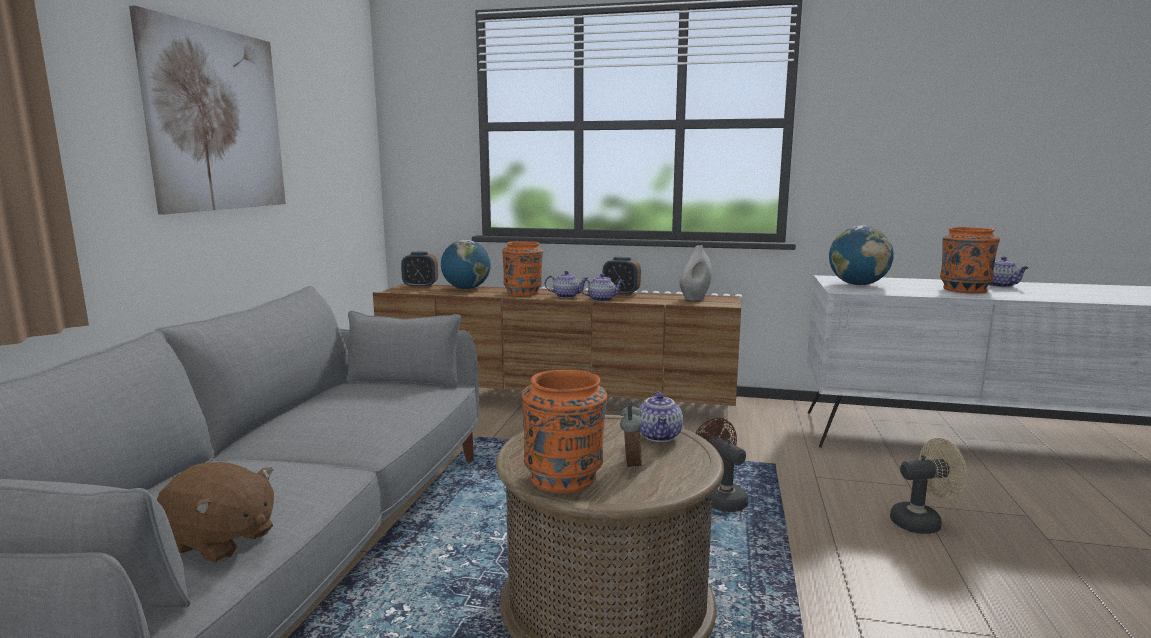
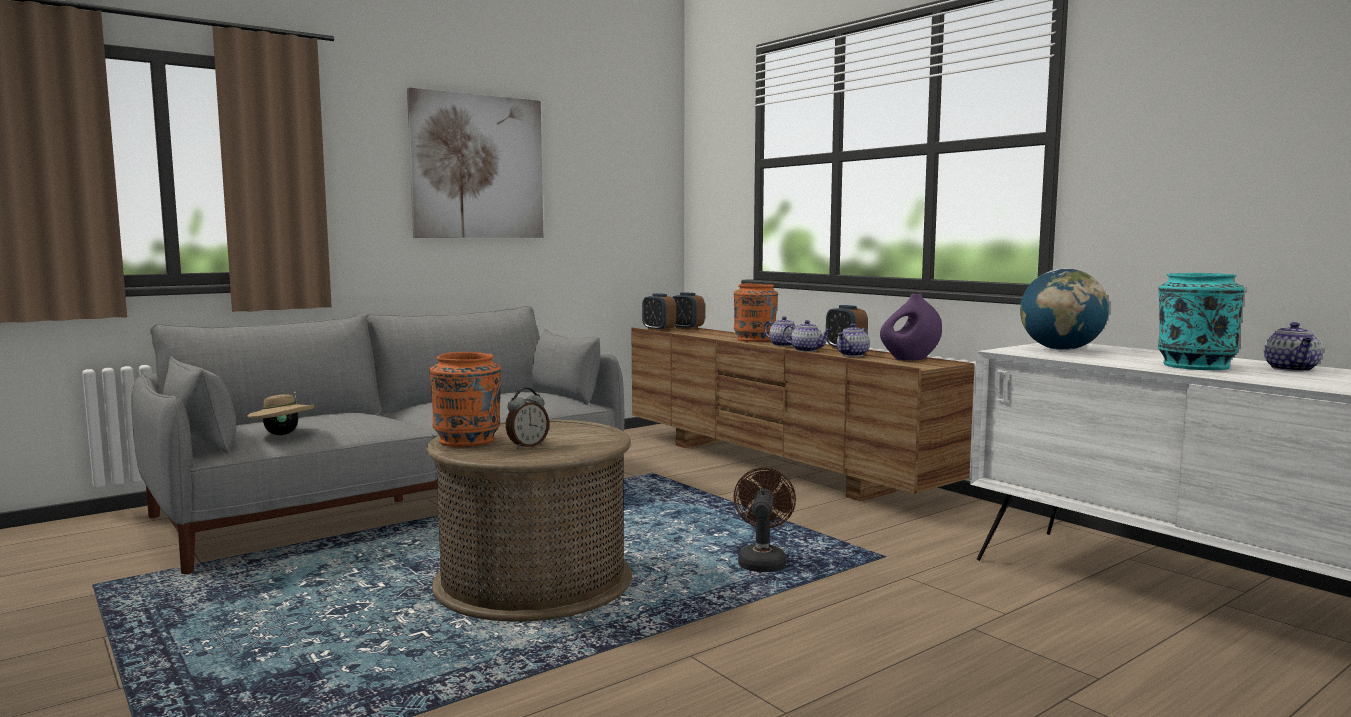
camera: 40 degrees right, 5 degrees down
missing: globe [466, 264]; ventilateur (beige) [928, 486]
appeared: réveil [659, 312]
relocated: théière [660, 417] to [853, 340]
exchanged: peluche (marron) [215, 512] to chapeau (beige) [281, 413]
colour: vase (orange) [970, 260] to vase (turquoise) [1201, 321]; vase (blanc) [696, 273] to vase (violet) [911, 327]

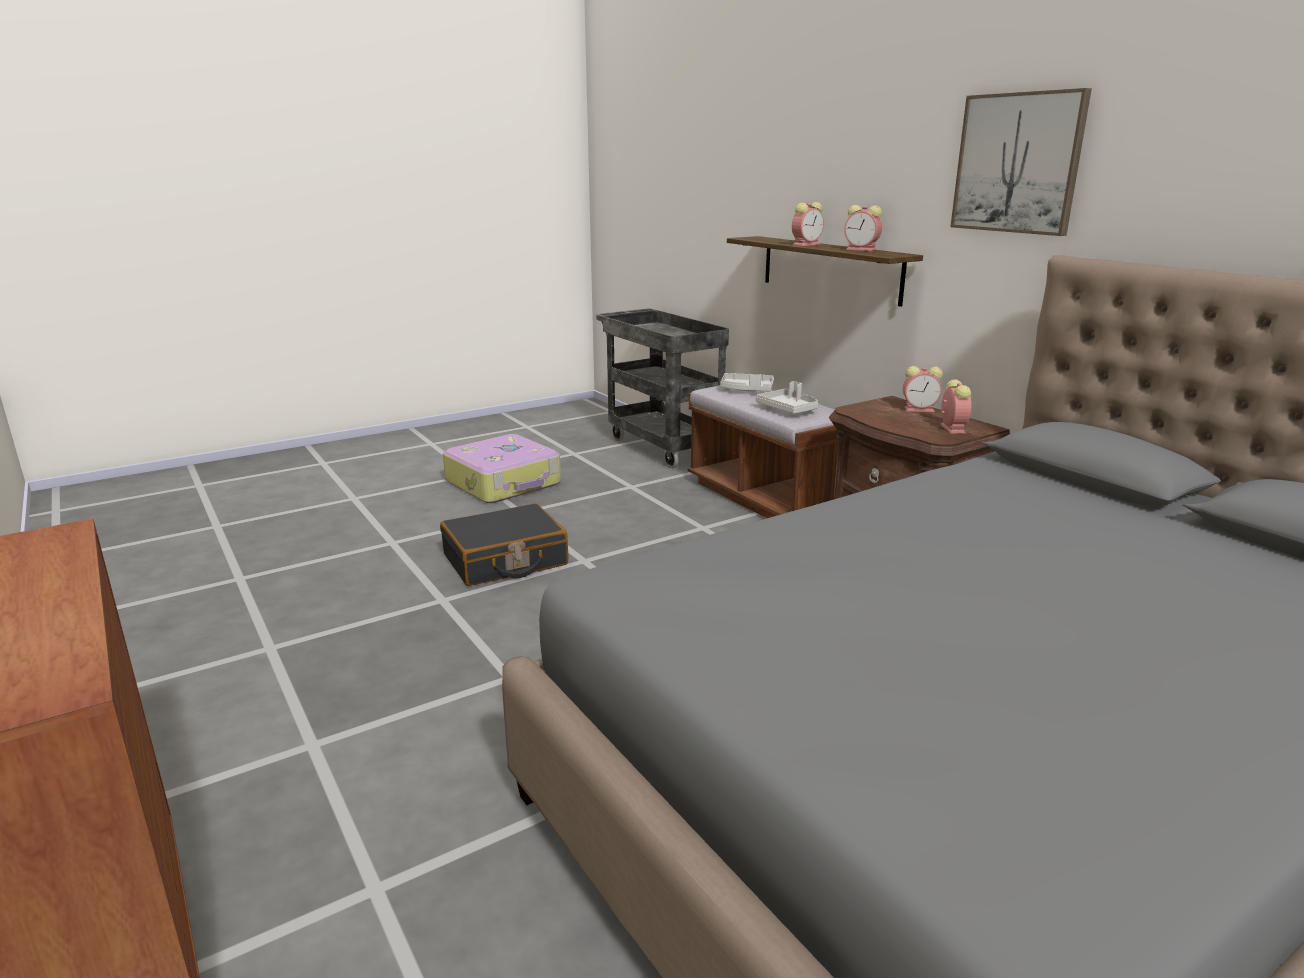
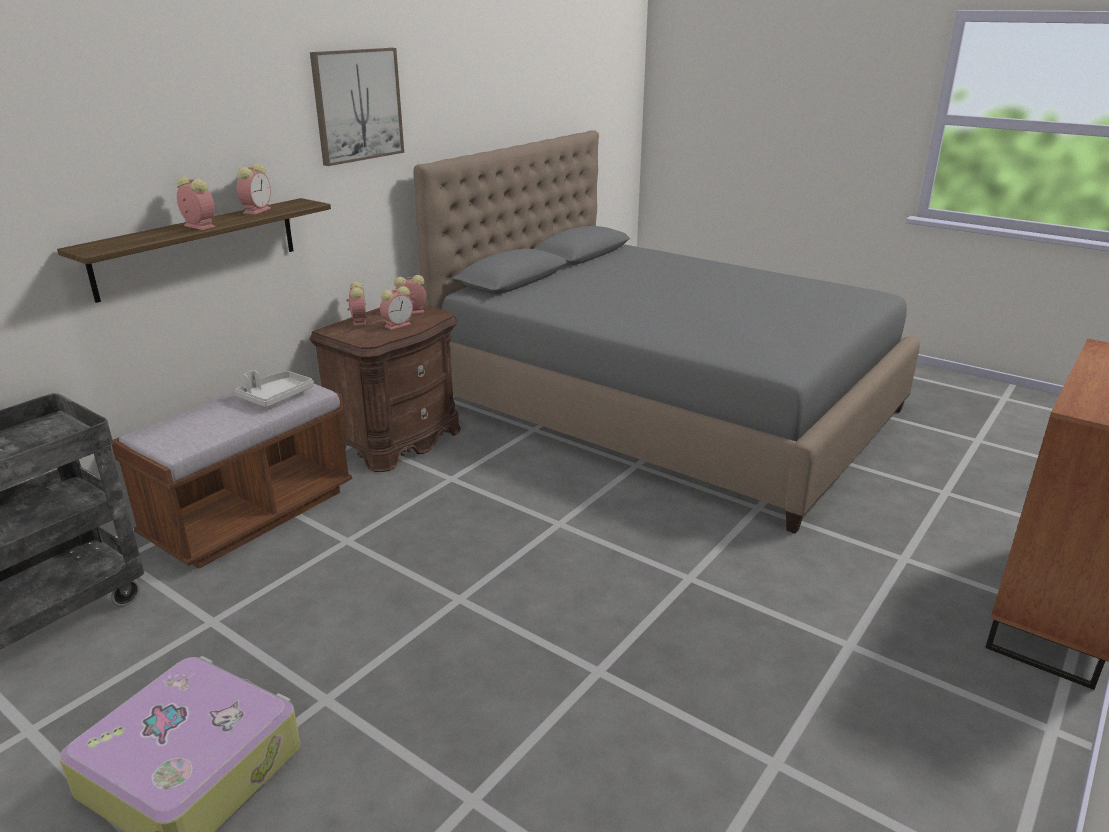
camera: 110 degrees left, 5 degrees up
missing: plateau (gris) [747, 382]; valise (noir) [504, 545]
appeared: réveil [396, 308]

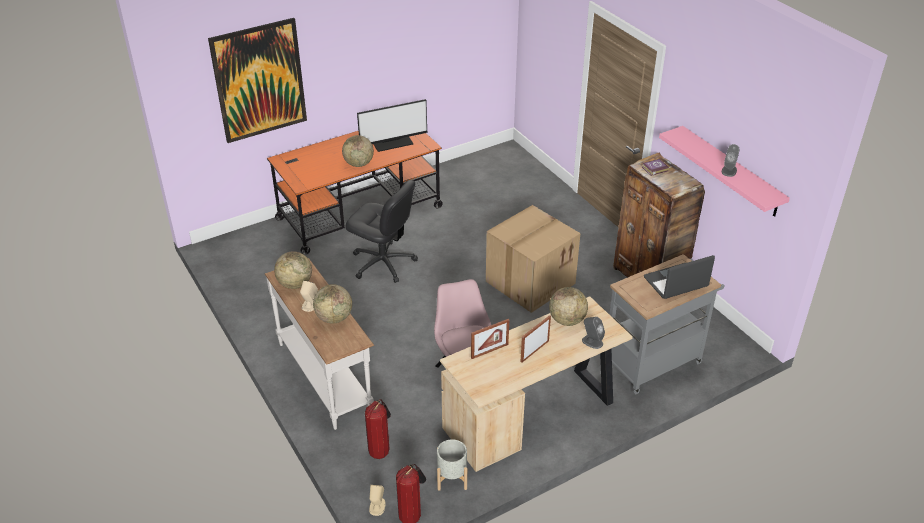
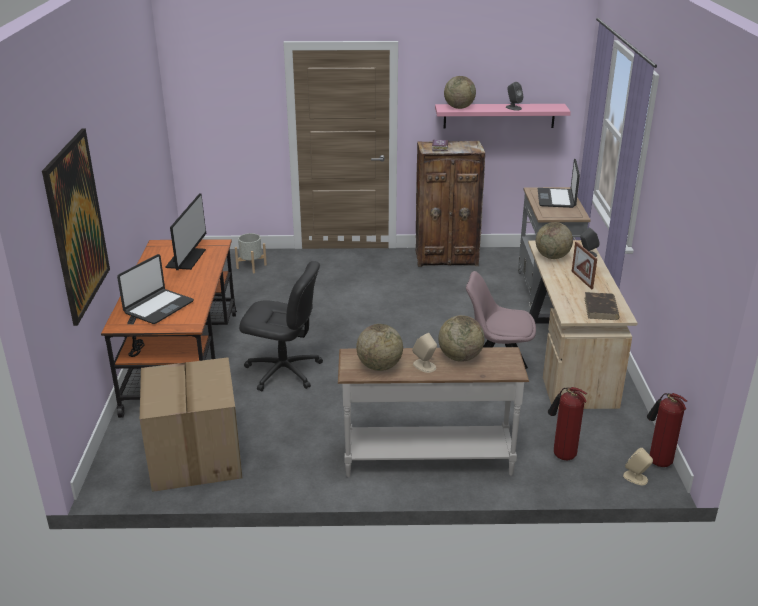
camera: 60 degrees left, 10 degrees down
missing: cadre photo [490, 339]
appeared: ordinateur portable [155, 289]; livre (marron) [602, 306]
relocated: globe [358, 151] to [460, 92]; carton [533, 259] to [191, 424]; cache-pot (gris) [452, 465] to [251, 253]
spun: chaise de bureau (noir) [381, 231] = [281, 326] 45 degrees clockwise

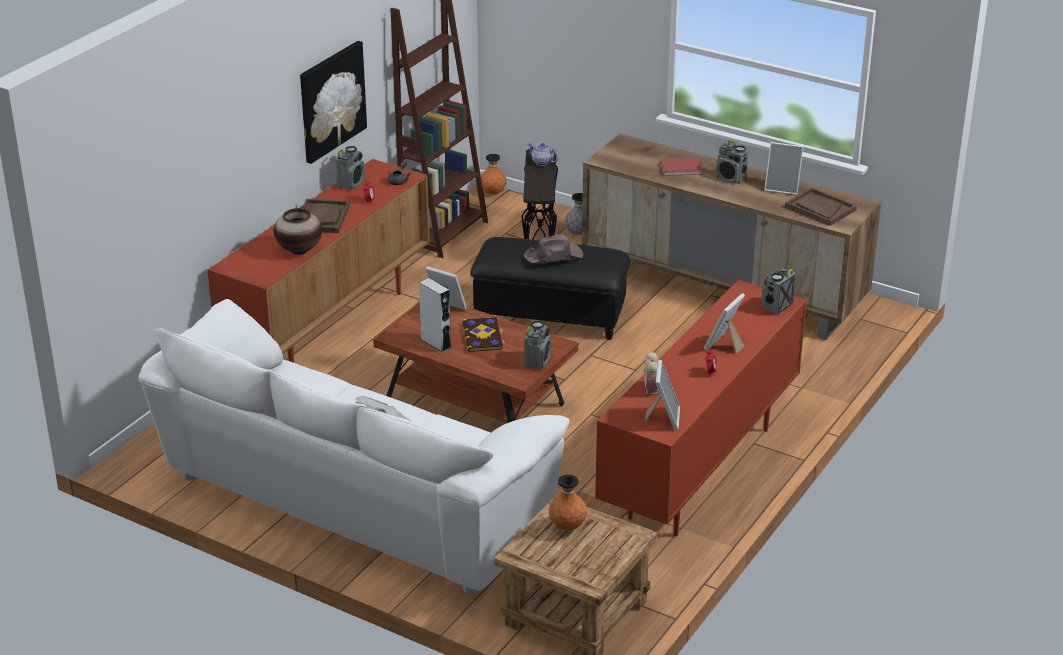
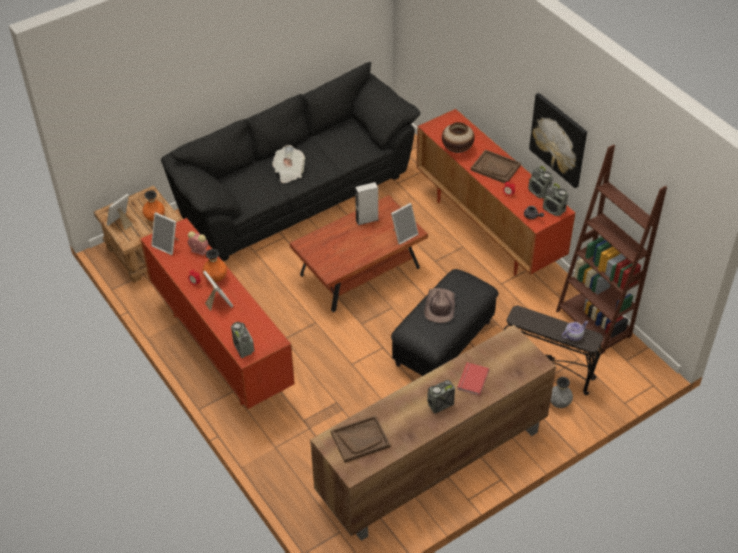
camera: 115 degrees right, 15 degrees up
missing: livre [484, 334]
relocated: cadre photo [784, 168] to [120, 212]; vase (orange) [494, 174] to [214, 265]; radio [537, 345] to [555, 199]
colour: canapé (blanc) [354, 447] to canapé (noir) [290, 161]

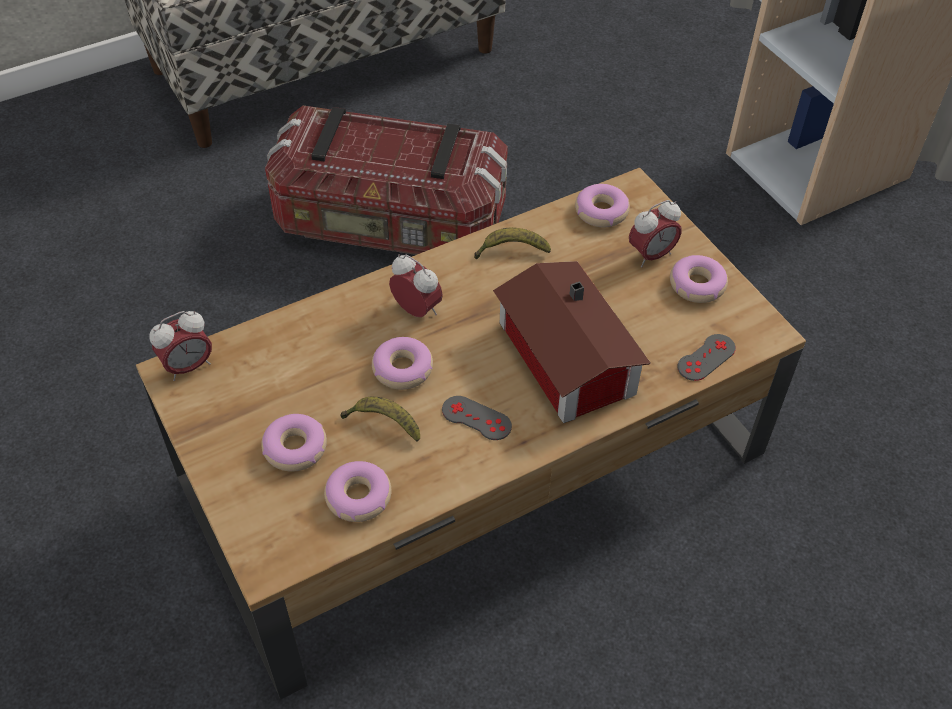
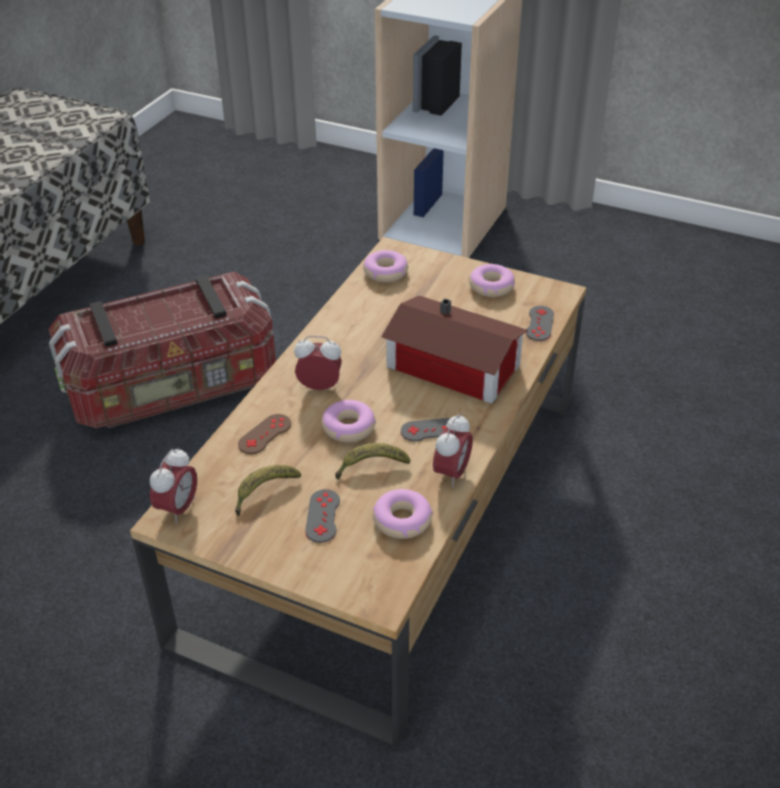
camera: 35 degrees left, 10 degrees down
appeared: manette (marron) [264, 434]
relocated: réveil [655, 233] to [453, 450]; banane [512, 243] to [268, 490]
exchanged: beignet [294, 443] to manette (gris) [322, 516]

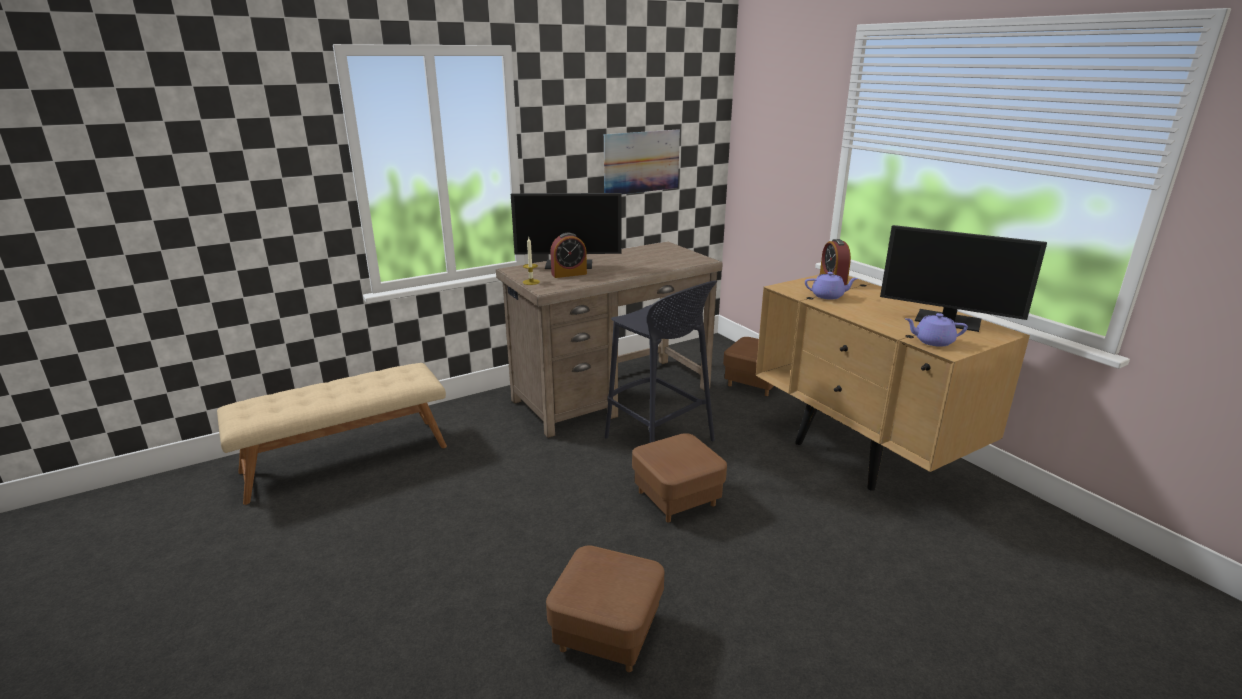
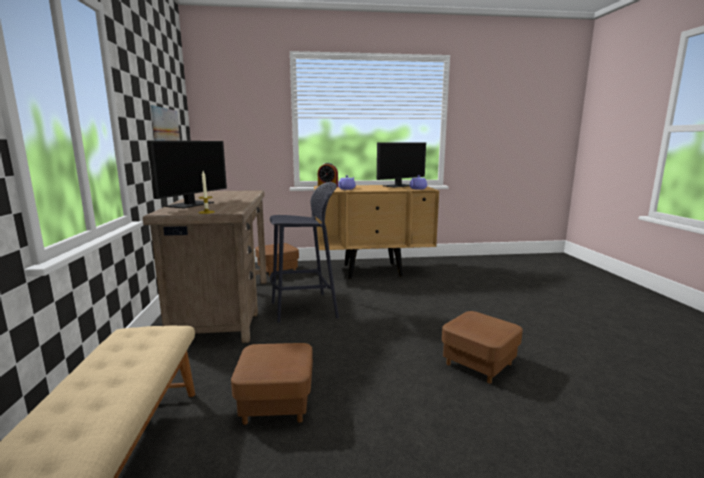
camera: 65 degrees left, 10 degrees down
missing: réveil [568, 255]
relocated: pouf (marron) [679, 478] to [272, 384]

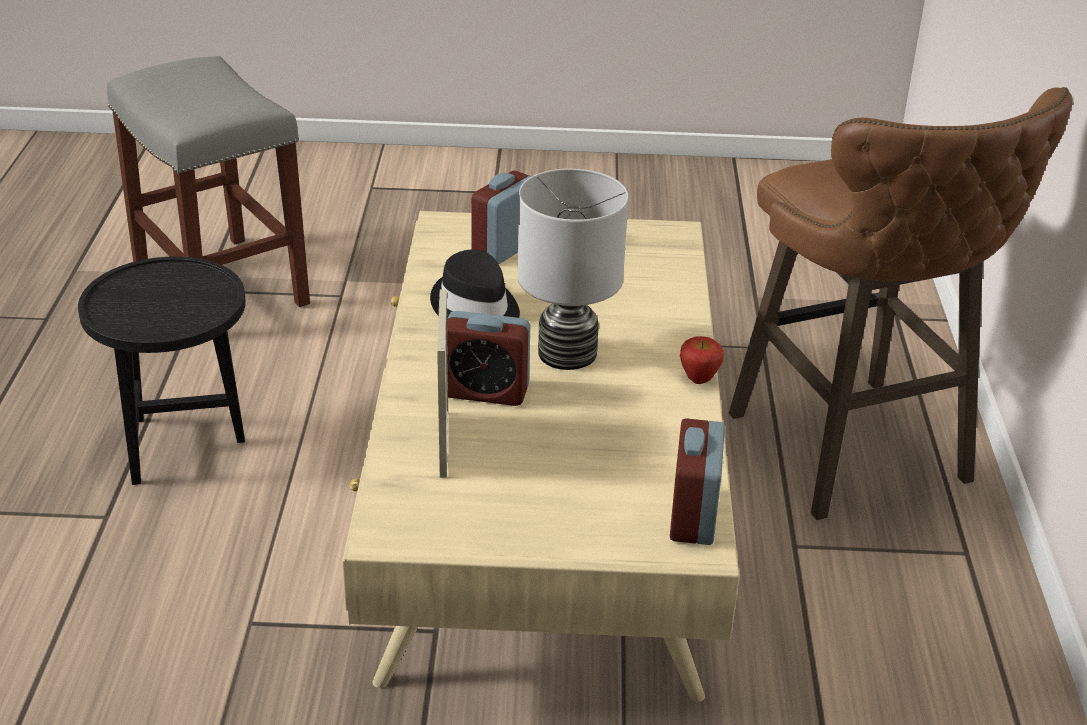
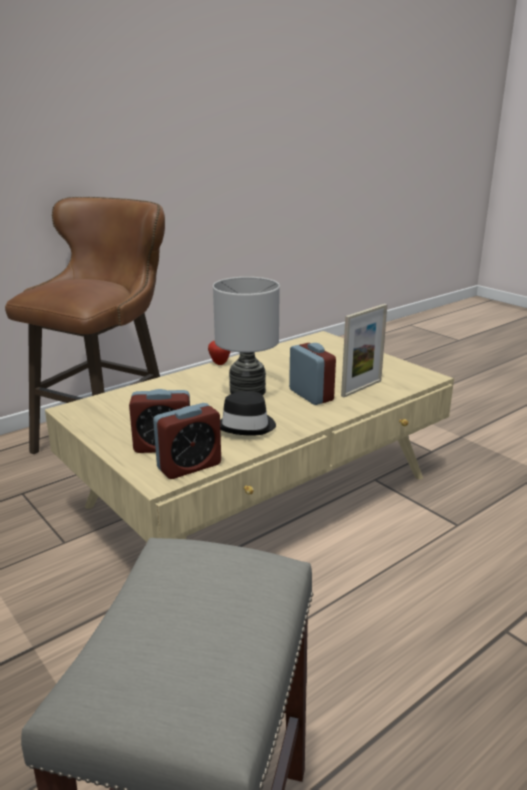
camera: 130 degrees left, 10 degrees down
missing: table d'appoint (noir) [162, 370]
relocated: réveil [697, 481] to [187, 441]

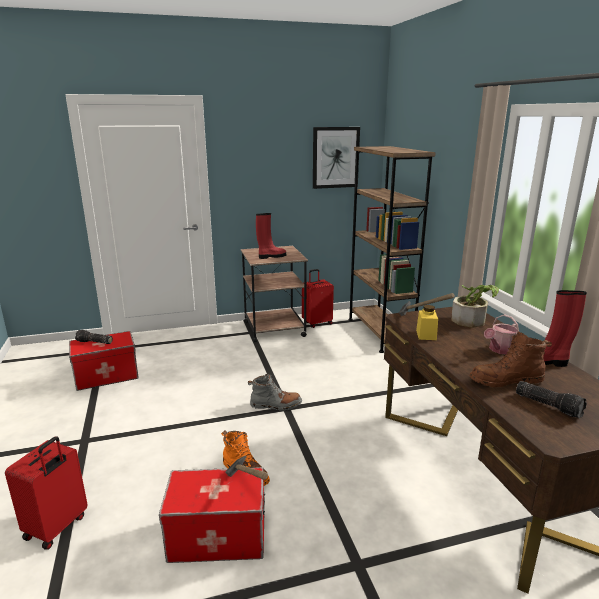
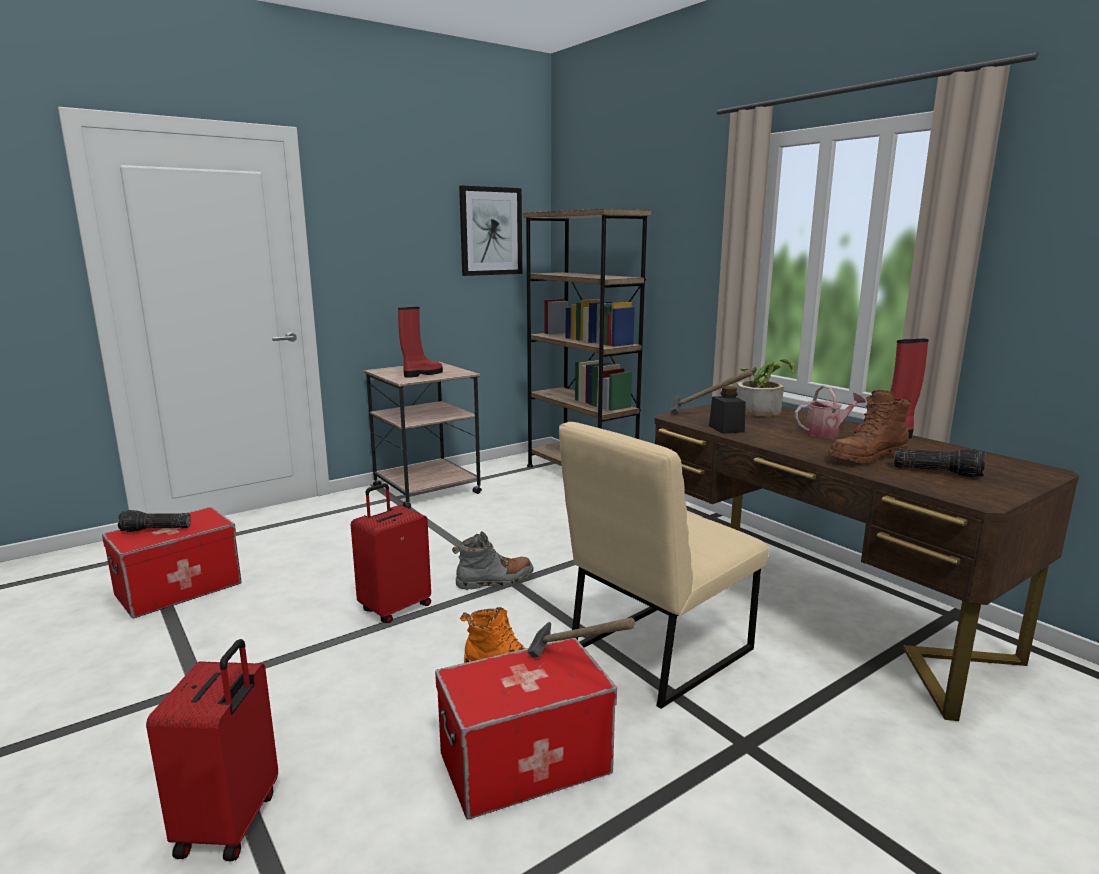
camera: 20 degrees left, 5 degrees down
appeared: chaise (beige) [664, 565]
relocated: valise (rouge) [318, 298] to [391, 553]
colour: bocal (jaune) [427, 322] to bocal (noir) [727, 410]
spun: arrosoir [501, 334] = [830, 411] 135 degrees counterclockwise

